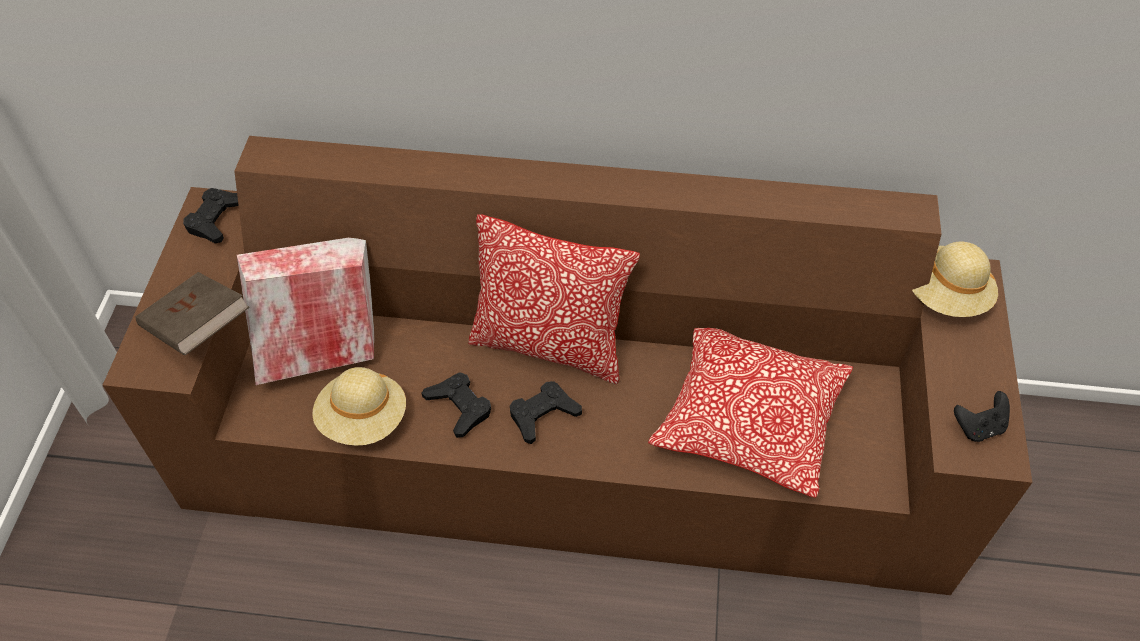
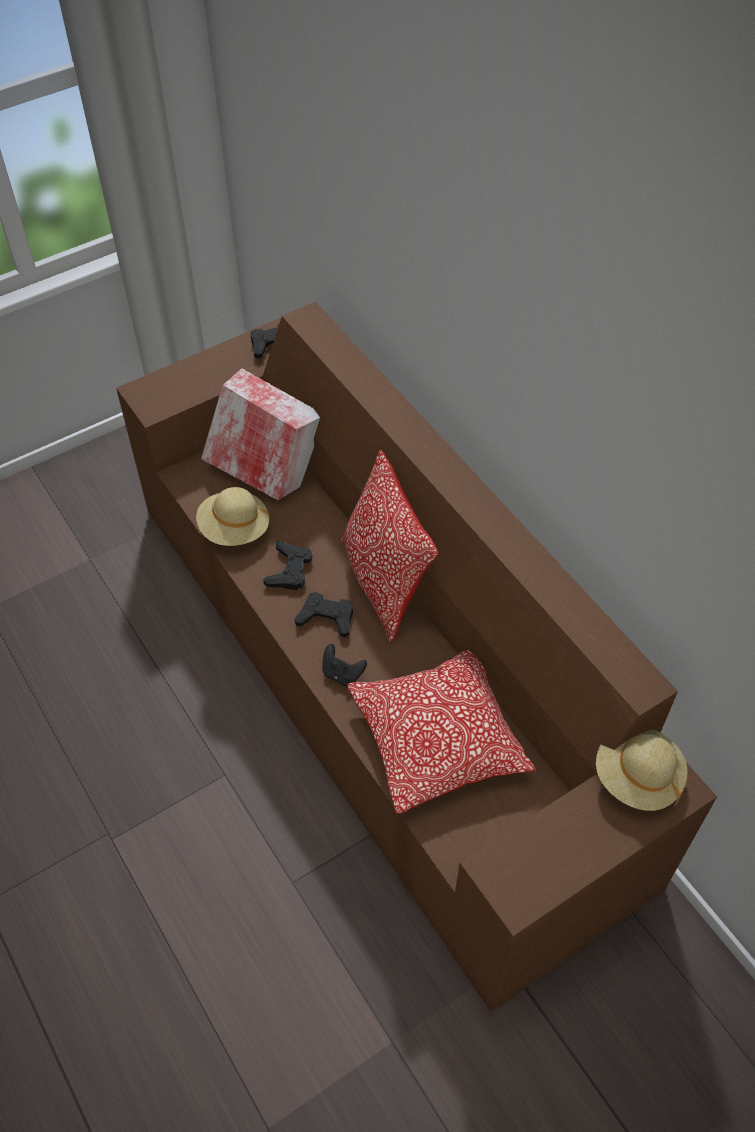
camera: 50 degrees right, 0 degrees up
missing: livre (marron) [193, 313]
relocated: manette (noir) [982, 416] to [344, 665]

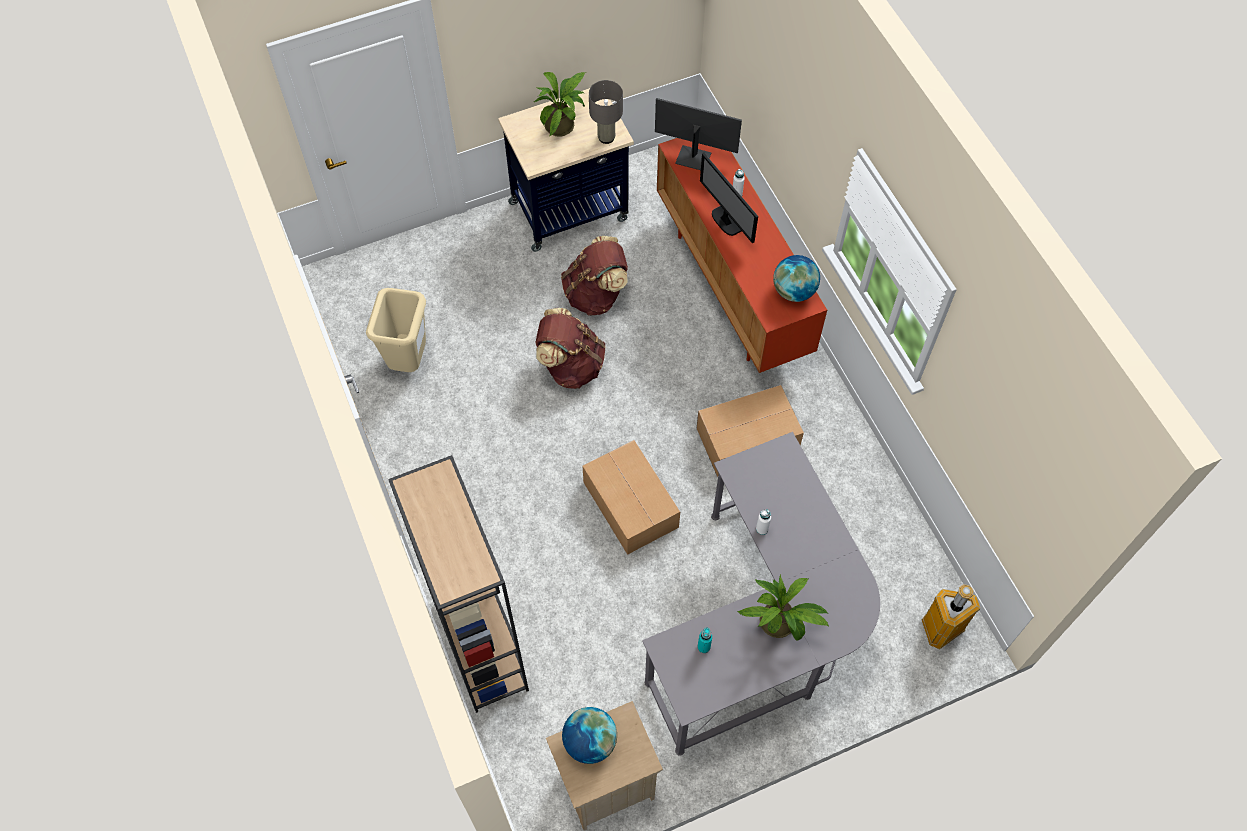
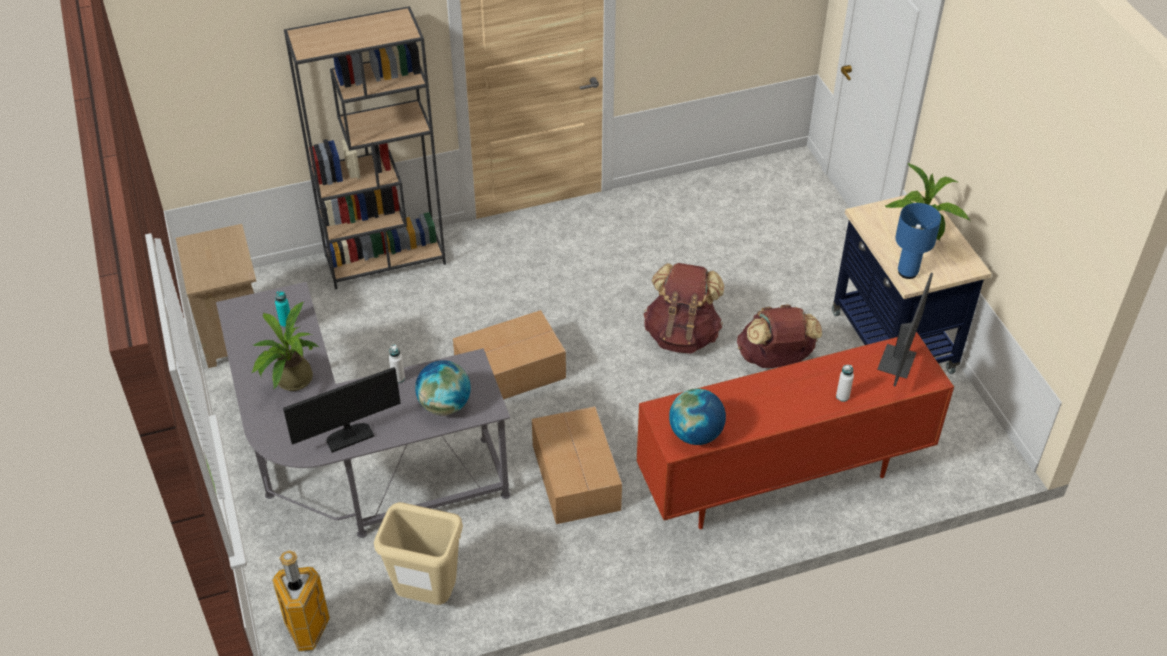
camera: 95 degrees right, 15 degrees down
relocated: écran d'ordinateur [729, 198] to [342, 410]; poubelle (beige) [396, 330] to [418, 553]; globe [589, 735] to [443, 388]
colour: lampe de table (gris) [606, 112] to lampe de table (bleu) [918, 241]

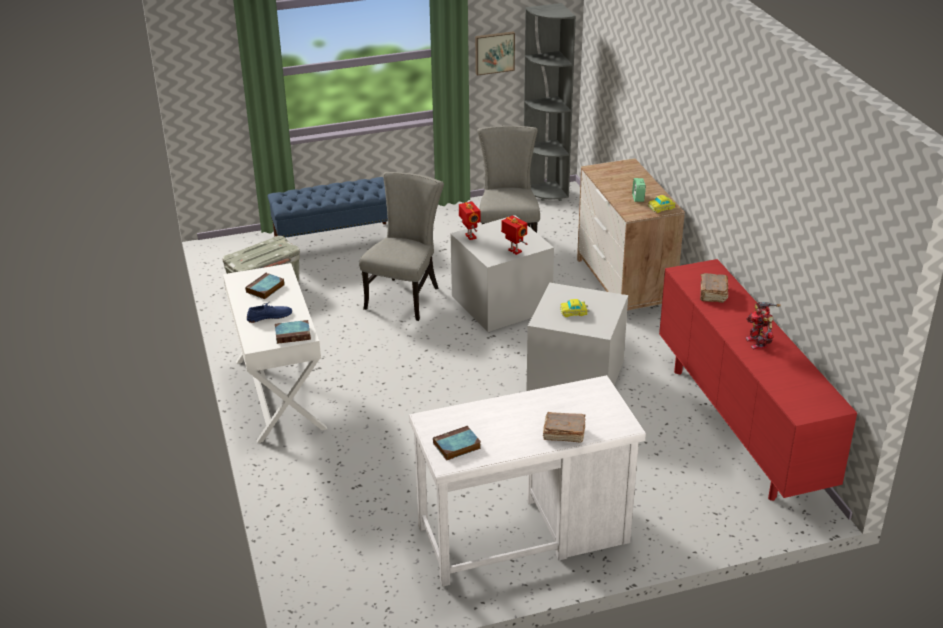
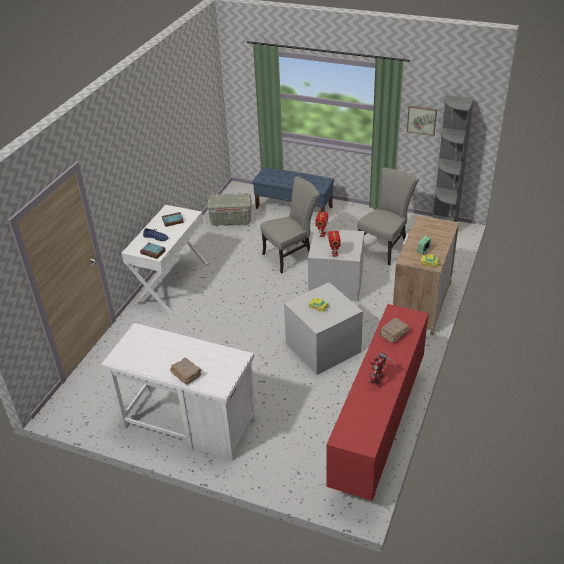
camera: 40 degrees right, 5 degrees up
missing: livre [457, 443]

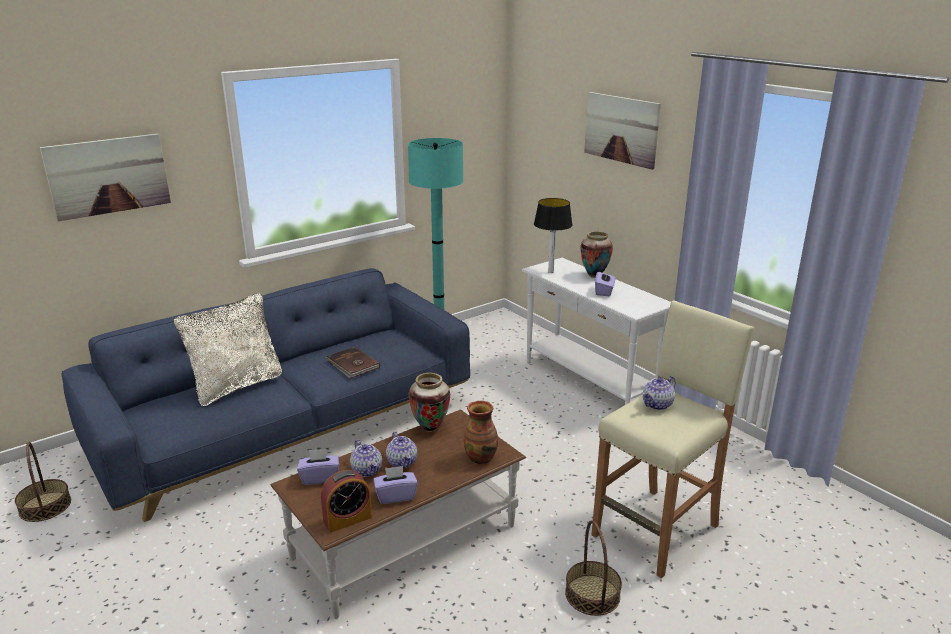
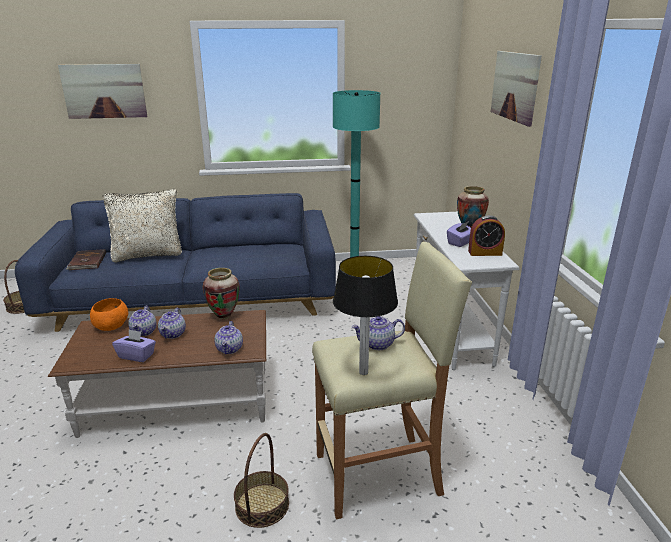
camera: 30 degrees right, 0 degrees up
relocated: lampe de table [553, 235] to [365, 315]; livre (marron) [353, 362] to [86, 259]; réveil [346, 501] to [486, 235]
exchanged: vase [481, 432] to théière [228, 337]; boîte à mouchoirs (violet) [318, 467] to bol (orange) [109, 314]

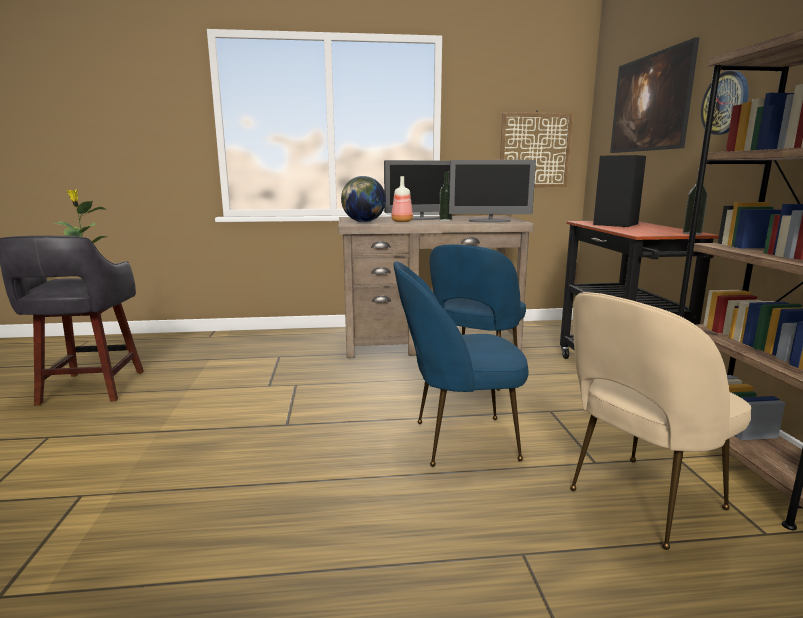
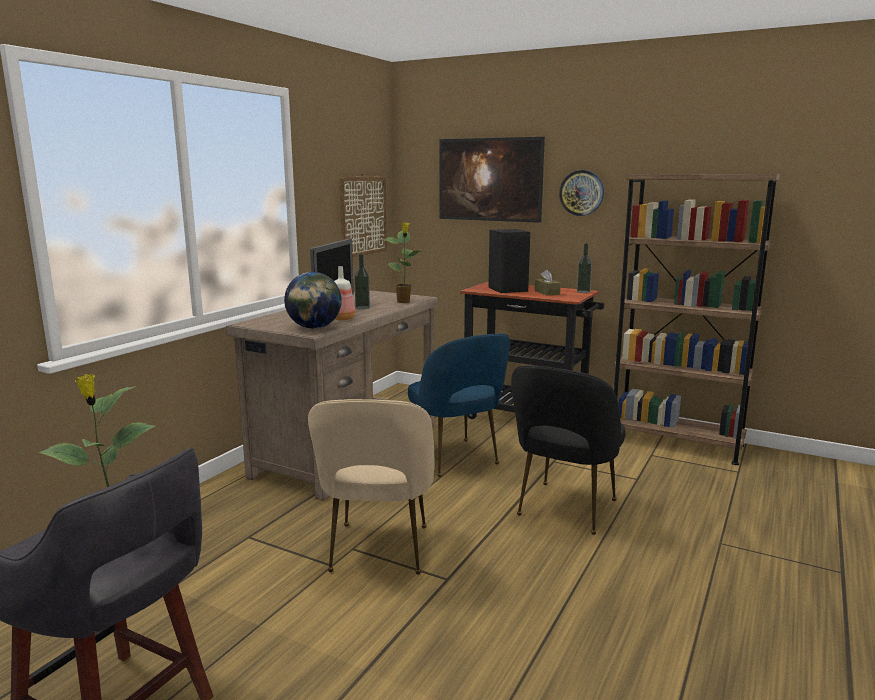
camera: 55 degrees left, 0 degrees up
appeared: boîte à mouchoirs (marron) [548, 283]
relocated: chaise (beige) [660, 421] to [371, 487]
exchanged: écran d'ordinateur [492, 191] to plante en pot [403, 262]
colour: chaise (bleu) [461, 364] to chaise (noir) [568, 450]

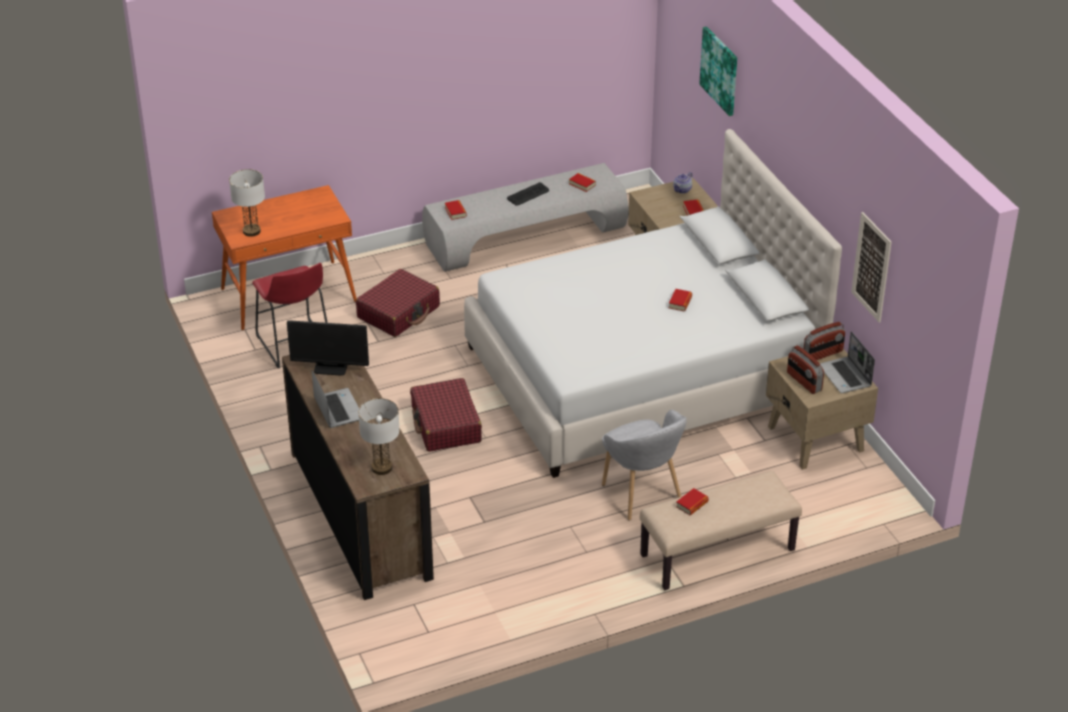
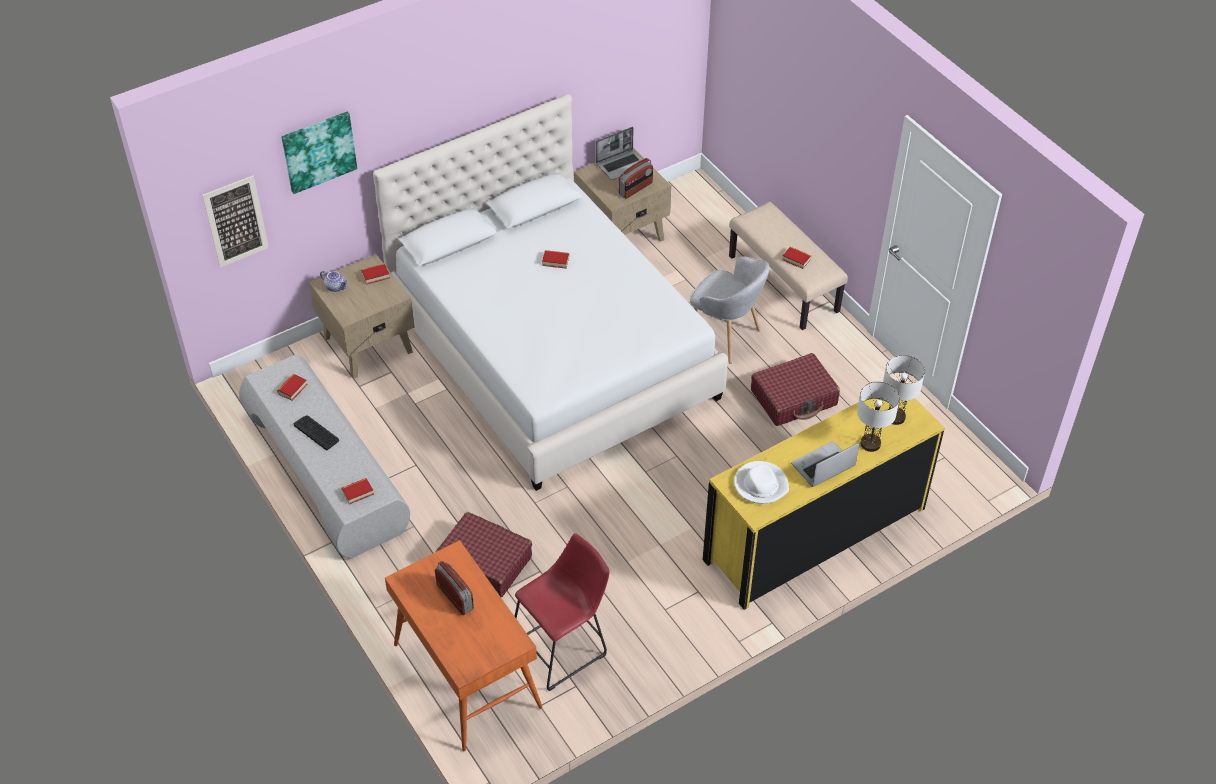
camera: 100 degrees left, 10 degrees up
relocated: lampe de table [247, 203] to [878, 416]; tableau [871, 267] to [235, 221]; radio [824, 341] to [454, 588]; valise (rouge) [446, 415] to [795, 389]
exchanged: écran d'ordinateur [328, 348] to chapeau (blanc) [761, 482]
colour: commode (marron) [358, 477] to commode (jaune) [824, 504]
spun: fauteuil (gris) [644, 465] = [730, 310] 75 degrees clockwise

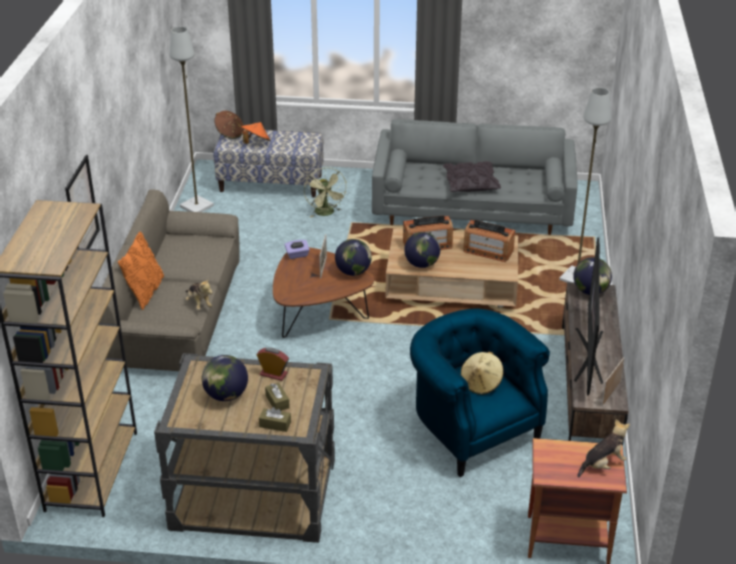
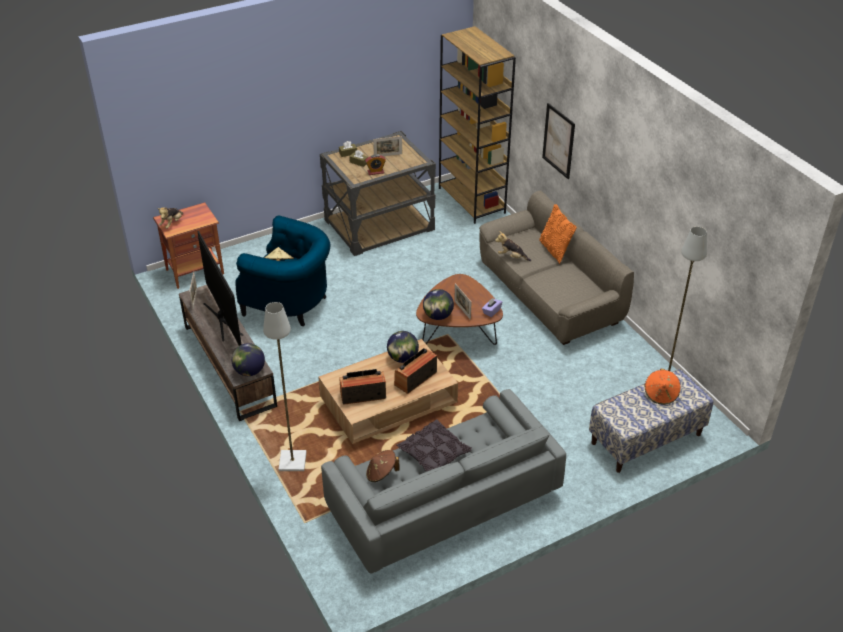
camera: 145 degrees right, 5 degrees up
missing: ventilateur (vert) [325, 192]
relocated: chapeau (marron) [229, 125] to [383, 466]
exchanged: globe [225, 378] to cadre photo [387, 146]

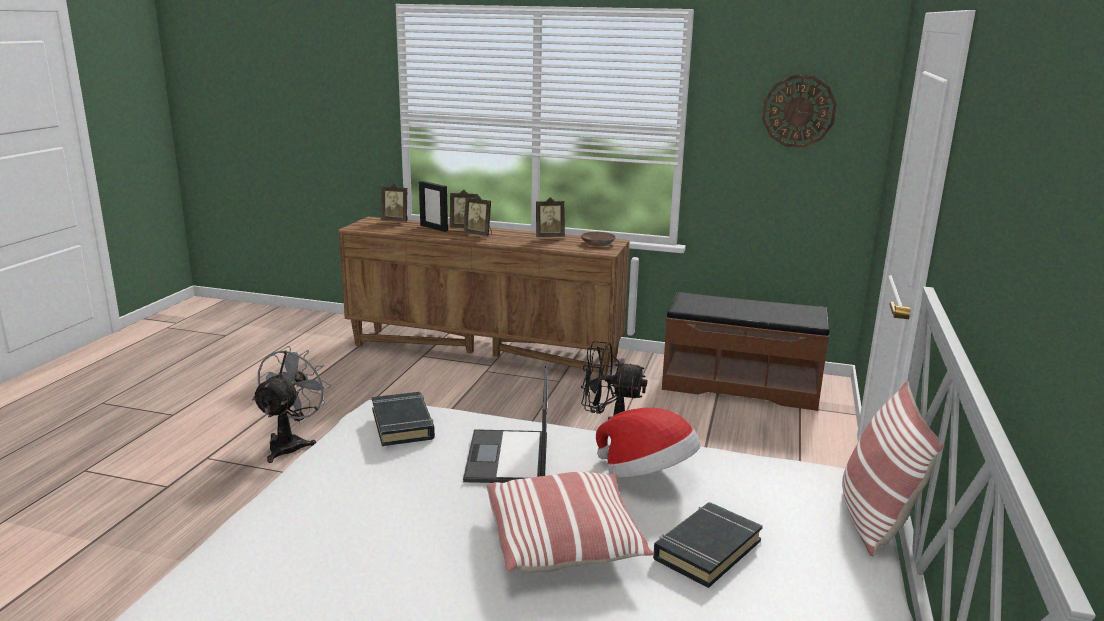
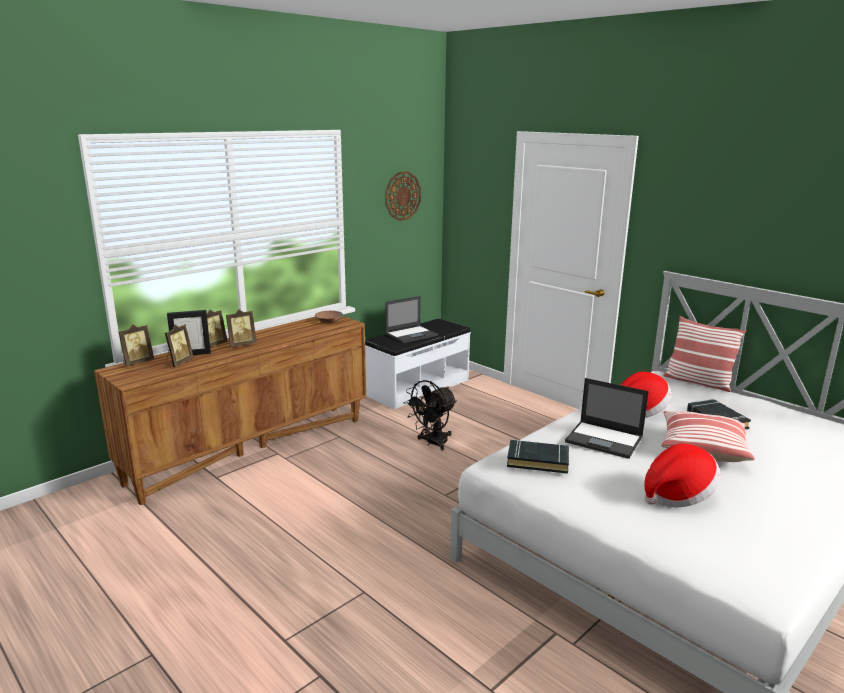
camera: 60 degrees left, 0 degrees up
missing: ventilateur (gris) [291, 404]
appeared: ordinateur portable [411, 319]; chapeau [682, 476]
relocated: cadre photo [550, 217] to [179, 345]
colour: banc (marron) [746, 351] to banc (blanc) [418, 363]

